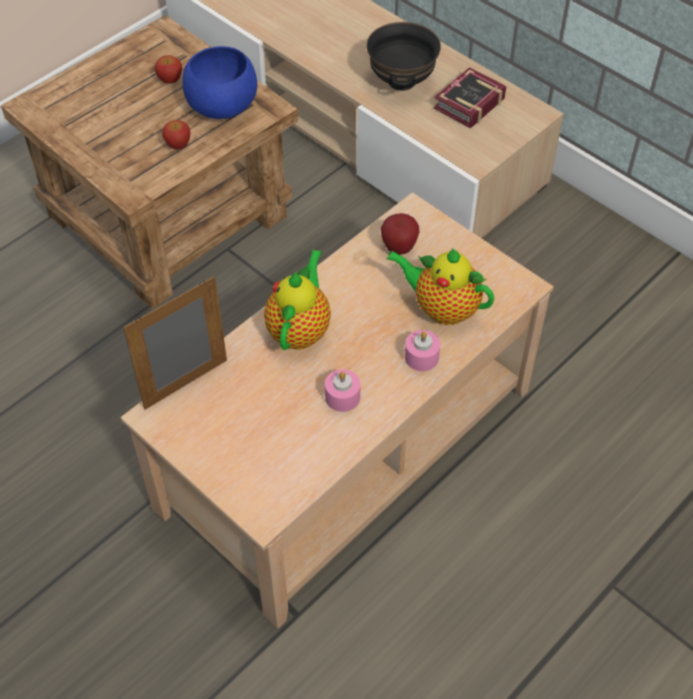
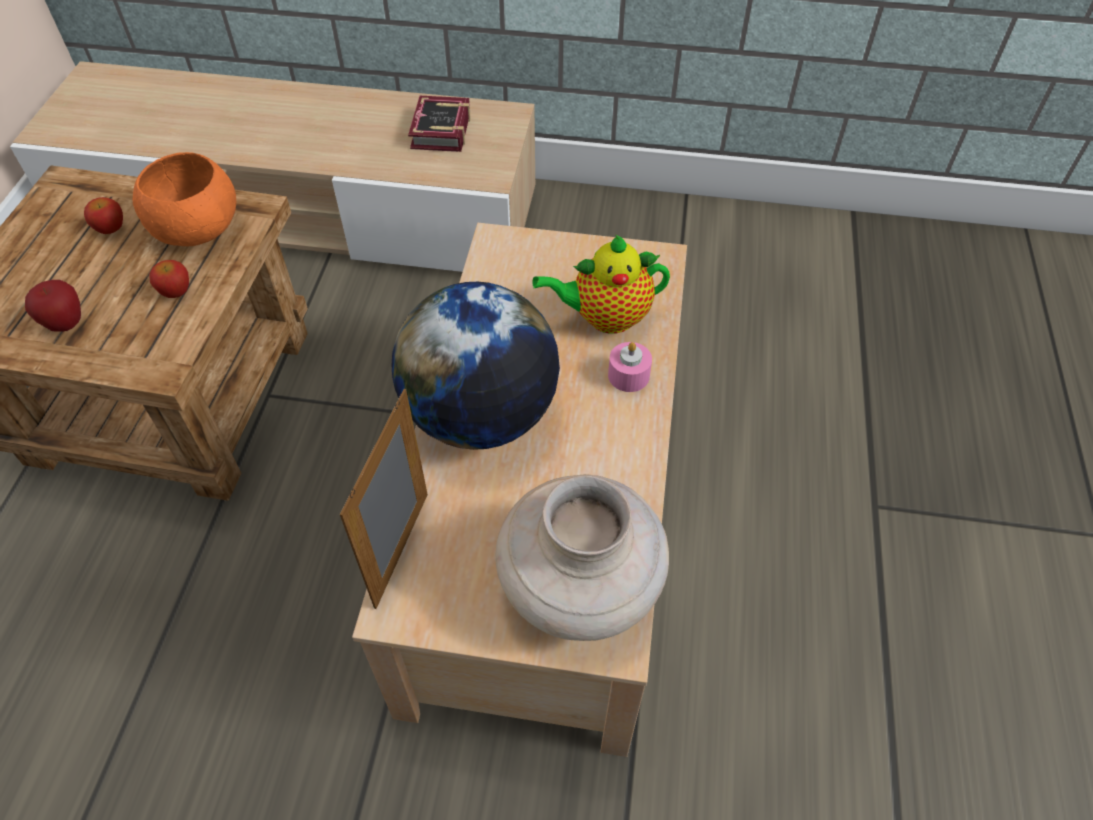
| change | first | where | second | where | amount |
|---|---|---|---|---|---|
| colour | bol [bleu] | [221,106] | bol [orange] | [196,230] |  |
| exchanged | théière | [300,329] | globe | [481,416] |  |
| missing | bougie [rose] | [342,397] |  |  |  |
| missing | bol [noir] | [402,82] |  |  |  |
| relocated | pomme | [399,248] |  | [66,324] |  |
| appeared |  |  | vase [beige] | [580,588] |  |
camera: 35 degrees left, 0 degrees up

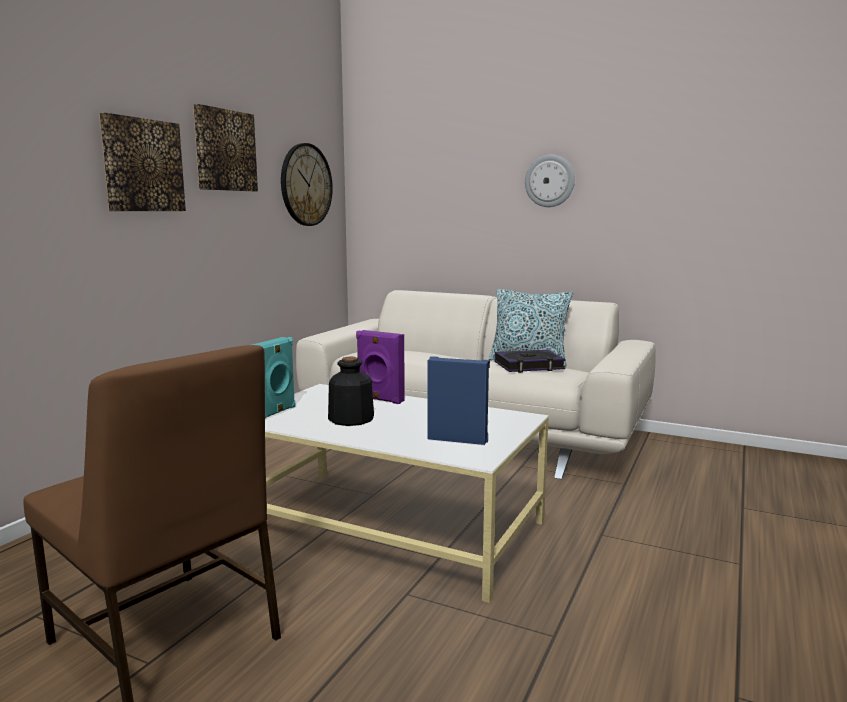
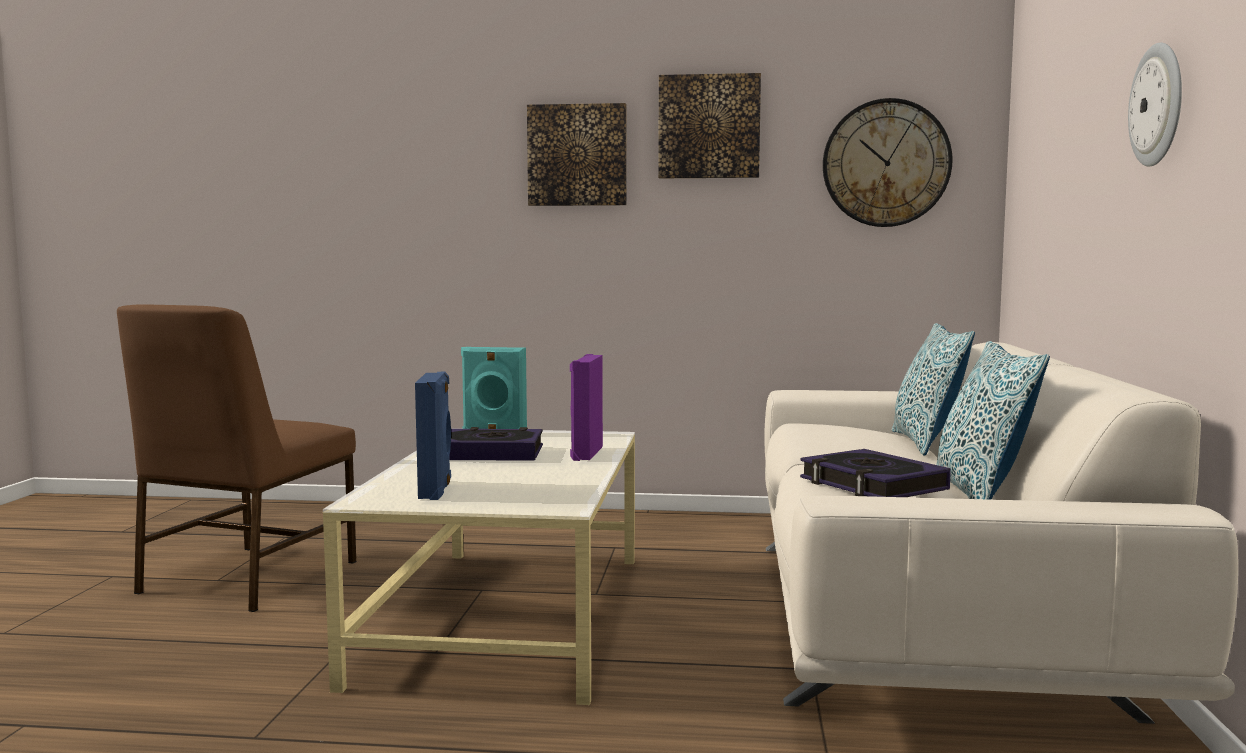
| change | first | where | second | where | amount |
|---|---|---|---|---|---|
| exchanged | bouteille | [350,419] | livre | [490,453] |  |
| appeared |  |  | coussin | [926,443] |  |
camera: 70 degrees right, 5 degrees down

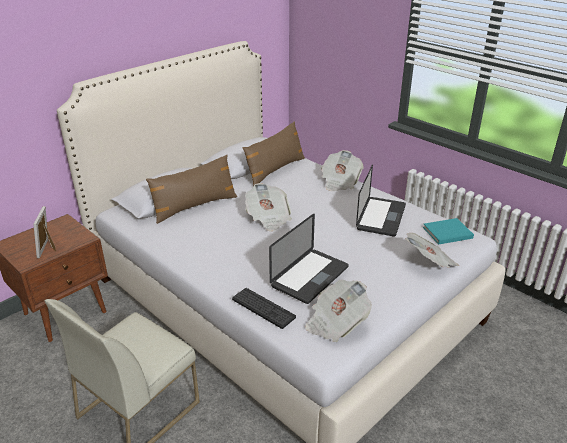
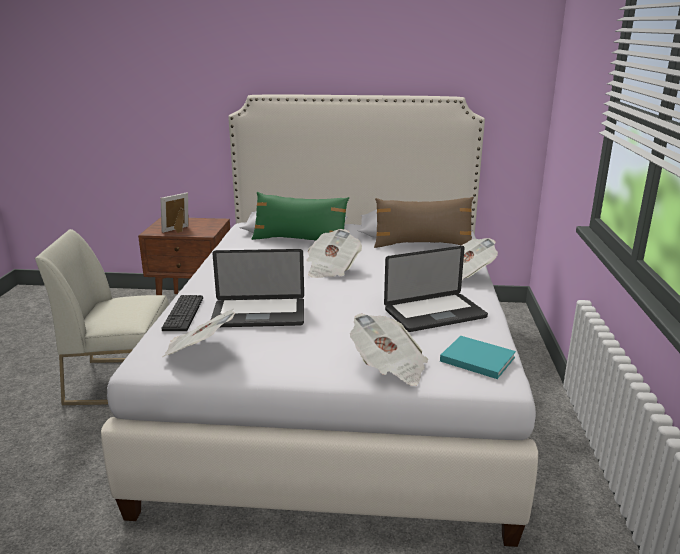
| change | first | where | second | where | amount |
|---|---|---|---|---|---|
| colour | coussin [marron] | [194,206] | coussin [vert] | [300,241] |  |
camera: 50 degrees right, 10 degrees down

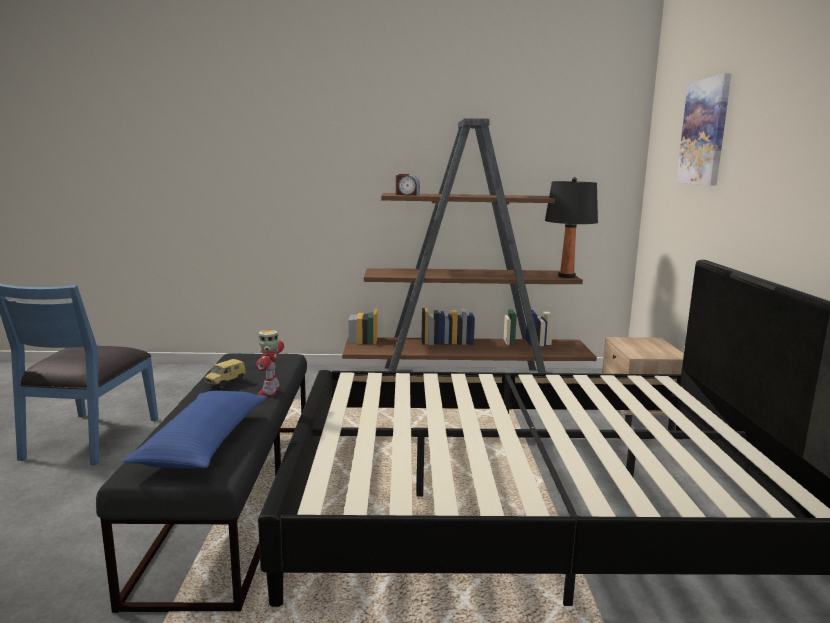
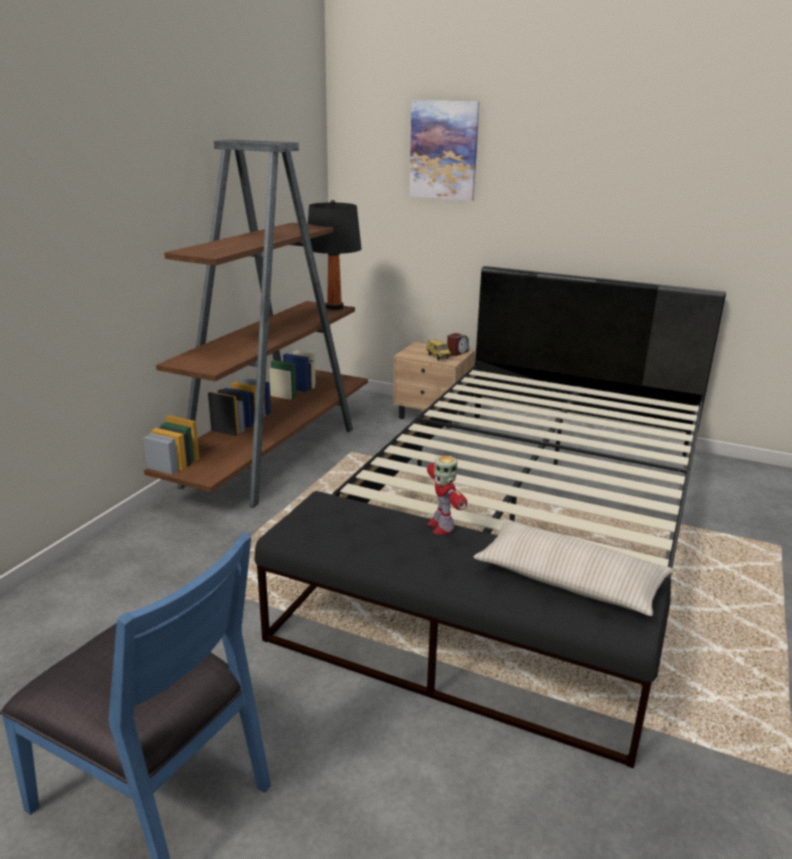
| change | first | where | second | where | amount |
|---|---|---|---|---|---|
| colour | coussin [bleu] | [204,443] | coussin [beige] | [569,580] |  |
| relocated | petite voiture | [226,383] |  | [439,357] |  |
| spun | robot jouet | [270,391] |  | [441,526] | 45 degrees clockwise |
| relocated | réveil | [407,195] |  | [457,352] |  |
camera: 65 degrees left, 10 degrees up

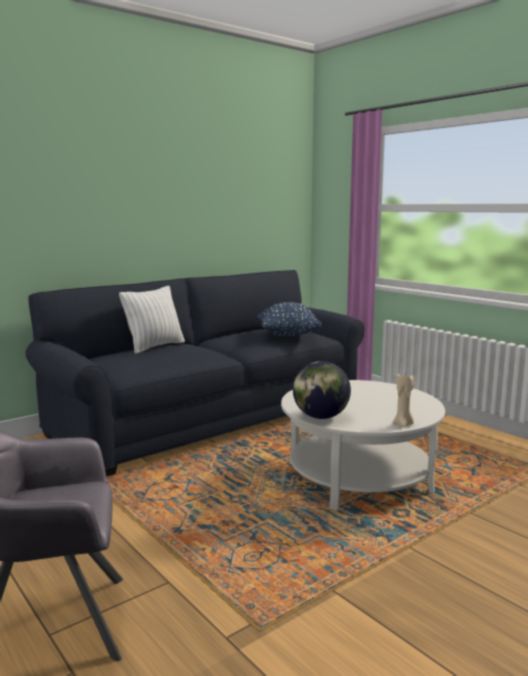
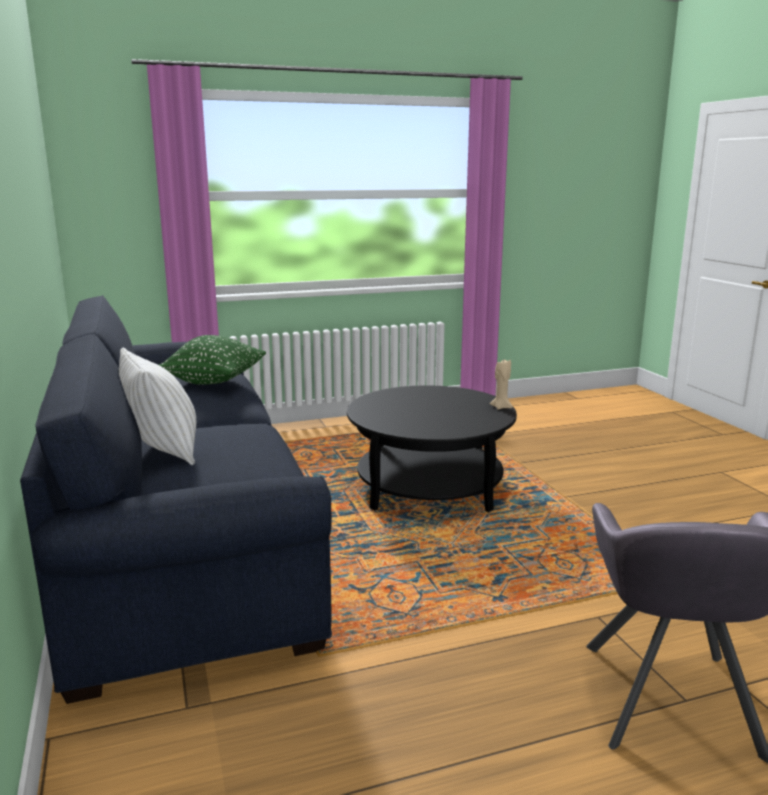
| change | first | where | second | where | amount |
|---|---|---|---|---|---|
| colour | coussin [bleu] | [288,336] | coussin [vert] | [215,381] |  |
| colour | table basse [blanc] | [358,477] | table basse [noir] | [429,486] |  |
| missing | globe | [320,417] |  |  |  |
camera: 70 degrees left, 5 degrees up

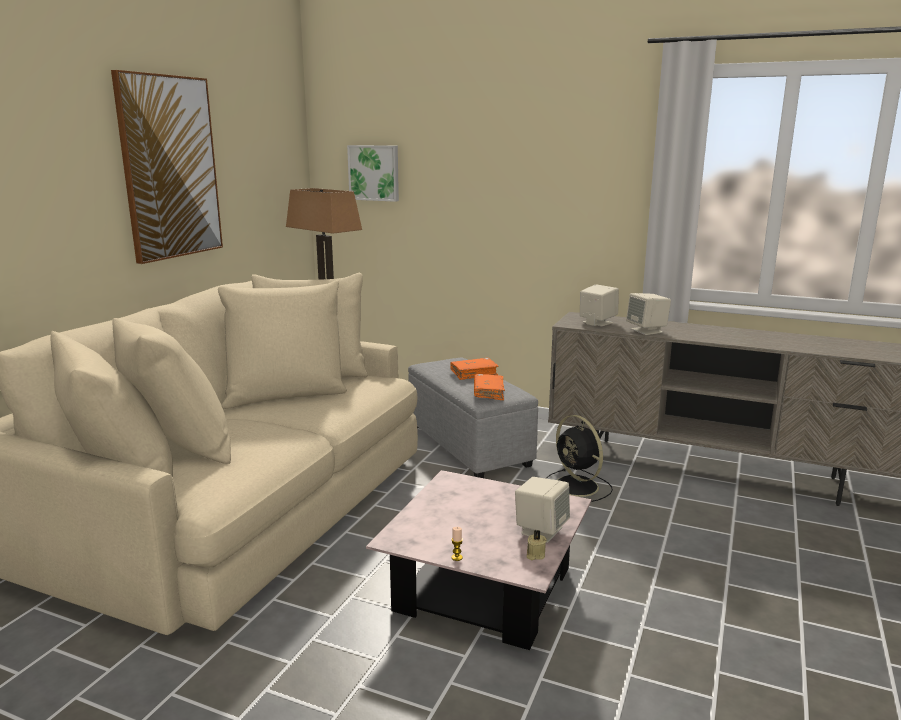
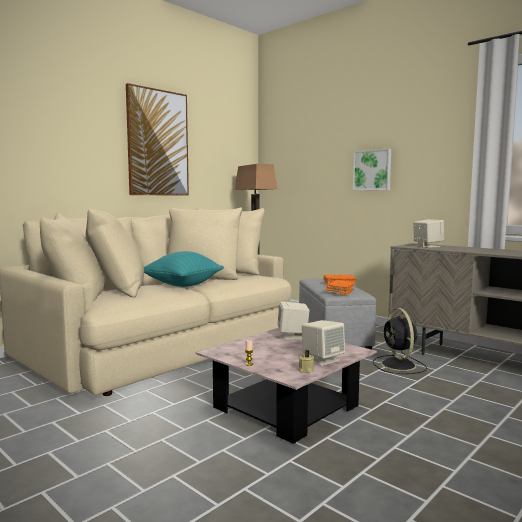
| change | first | where | second | where | amount |
|---|---|---|---|---|---|
| relocated | tableau | [374,173] |  | [372,170] |  |
| relocated | enceinte [beige] | [647,331] |  | [293,336] |  |
| appeared |  |  | coussin [turquoise] | [182,285] |  |
camera: 20 degrees right, 10 degrees down

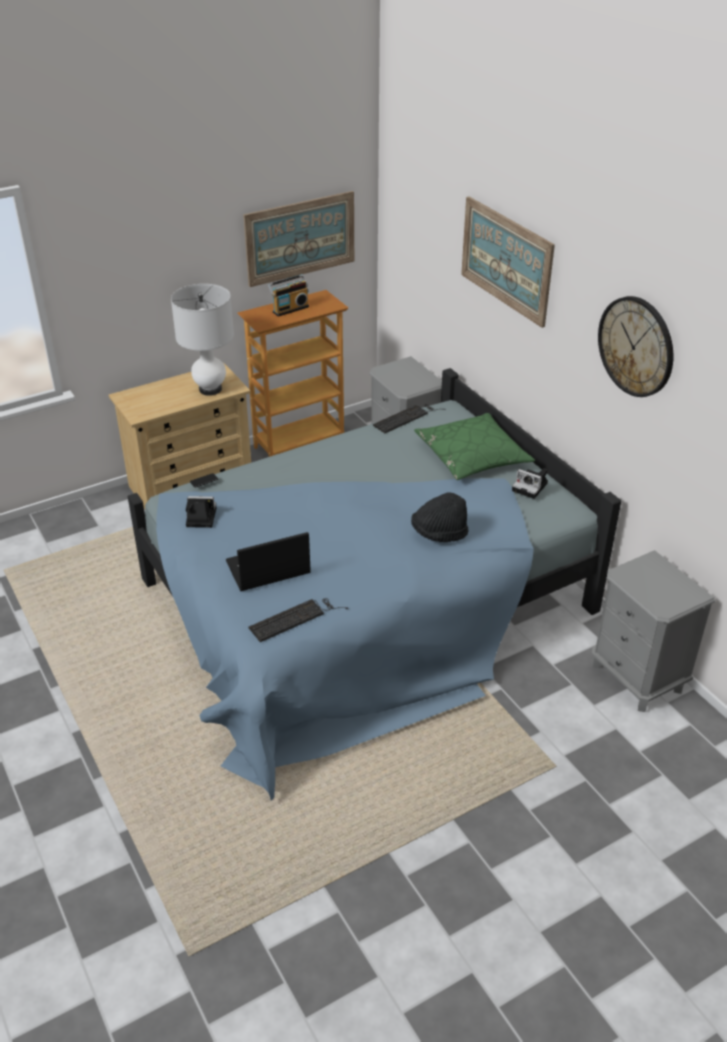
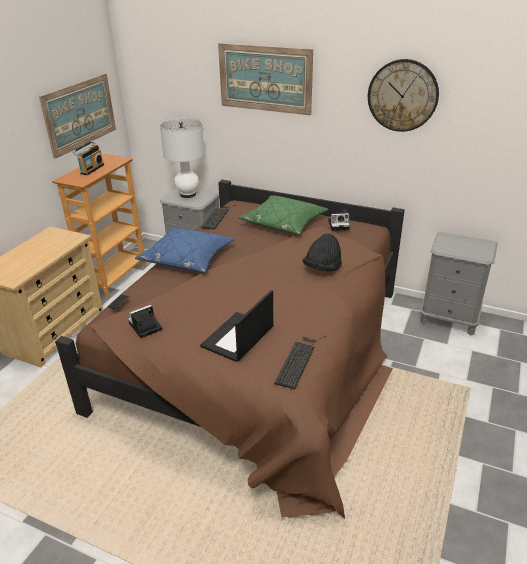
| change | first | where | second | where | amount |
|---|---|---|---|---|---|
| colour | lit [bleu] | [364,607] | lit [marron] | [261,354] |  |
| relocated | lampe de table [blanc] | [210,389] |  | [188,194] |  |
| appeared |  |  | coussin [bleu] | [187,258] |  |
camera: 35 degrees left, 5 degrees down

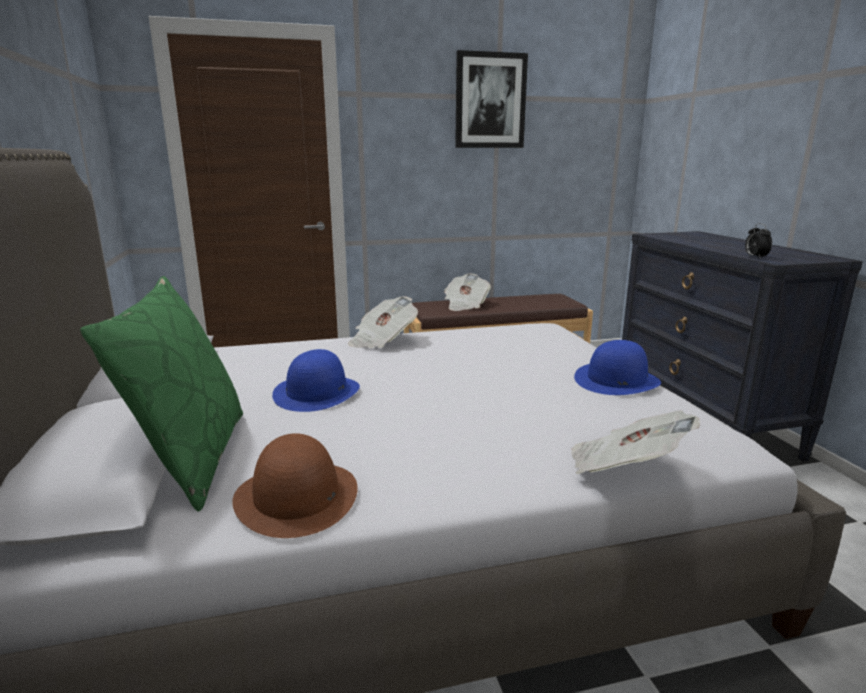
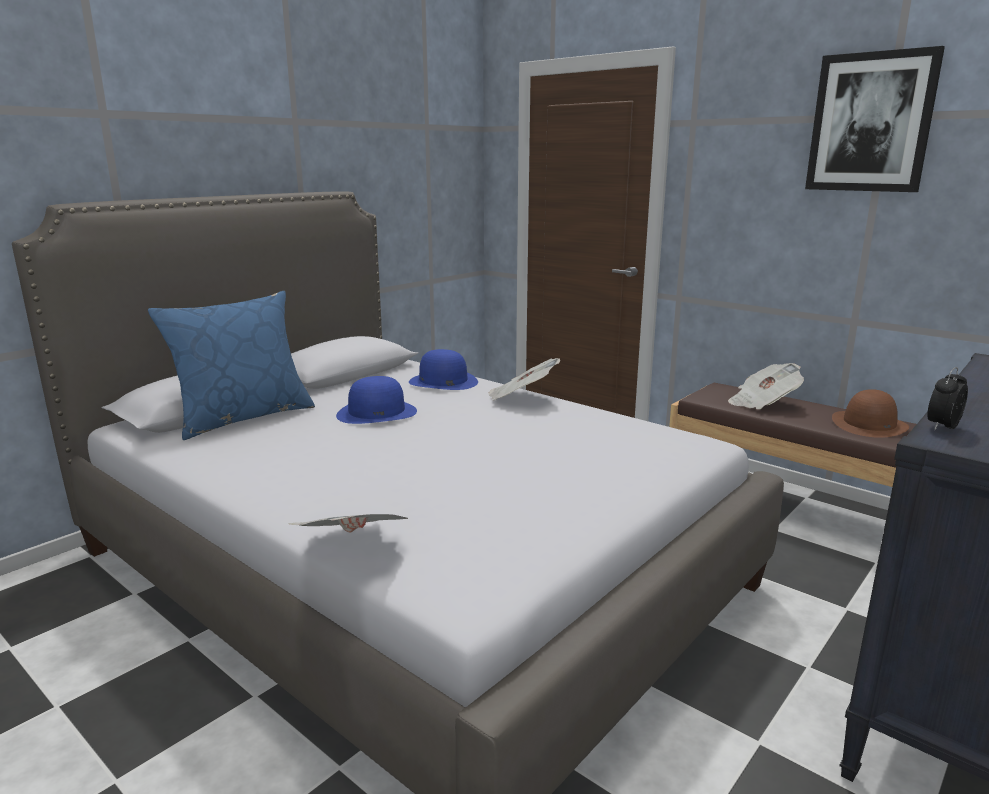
| change | first | where | second | where | amount |
|---|---|---|---|---|---|
| colour | coussin [vert] | [191,458] | coussin [bleu] | [243,417] |  |
| relocated | chapeau [marron] | [297,497] |  | [869,424] |  |
| relocated | chapeau [bleu] | [616,380] |  | [443,381] |  |
camera: 55 degrees right, 0 degrees up

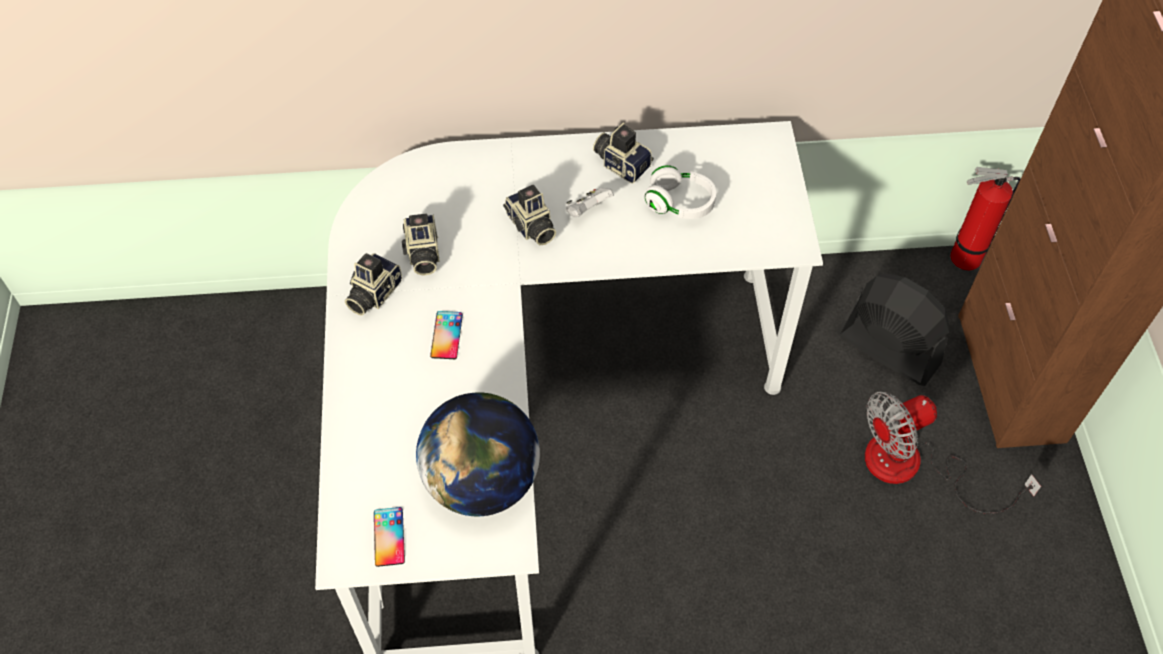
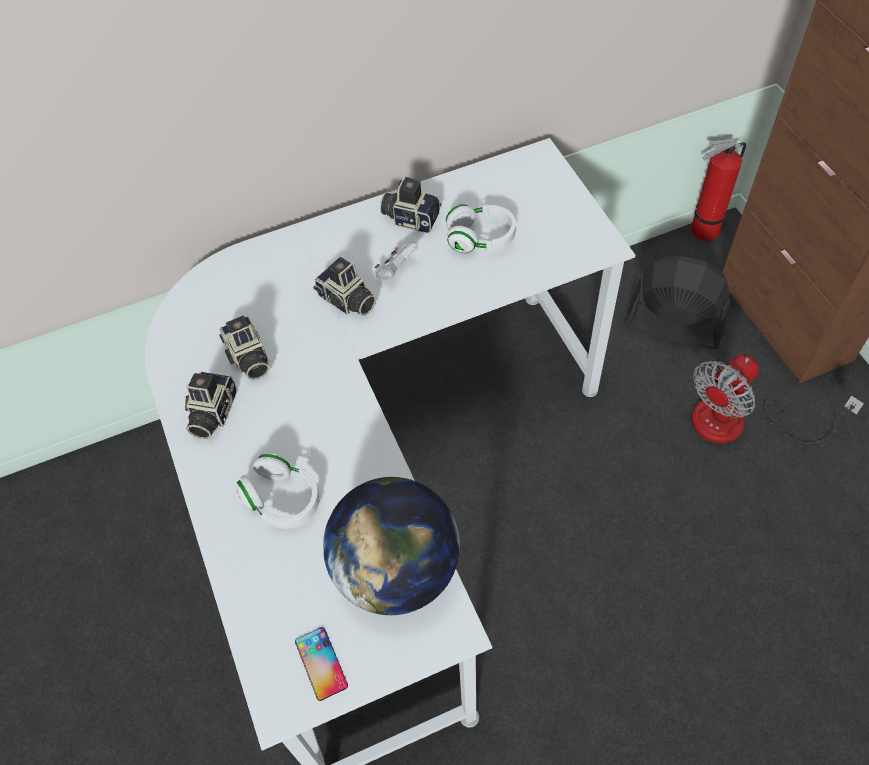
| change | first | where | second | where | amount |
|---|---|---|---|---|---|
| missing | téléphone | [446,335] |  |  |  |
| appeared |  |  | casque audio [blanc] | [282,500] |  |
camera: 15 degrees left, 0 degrees up

